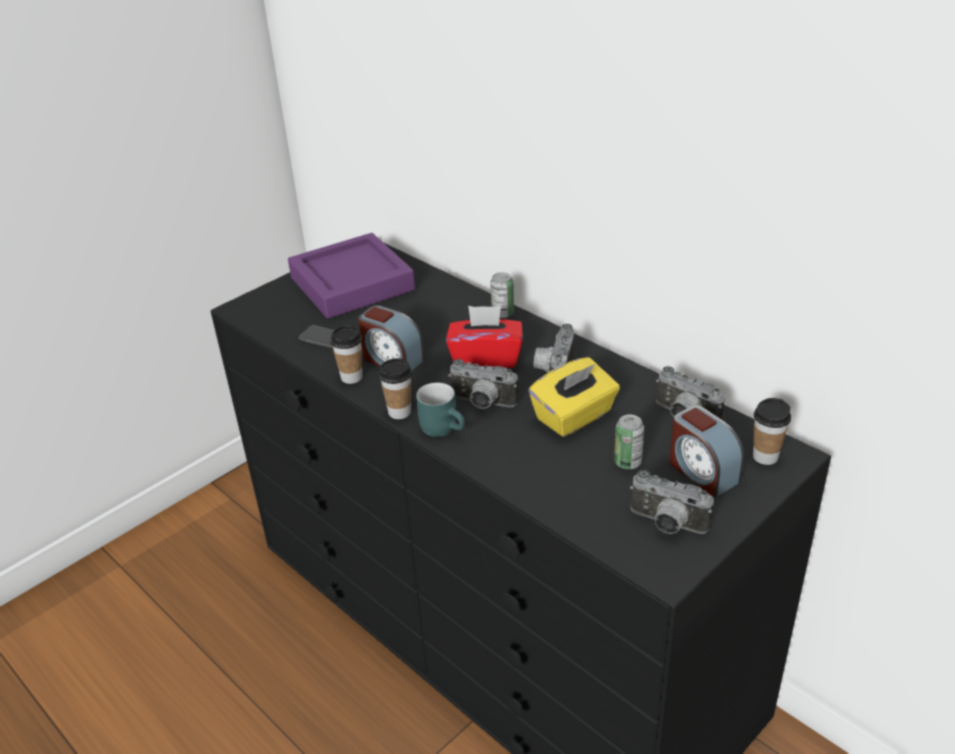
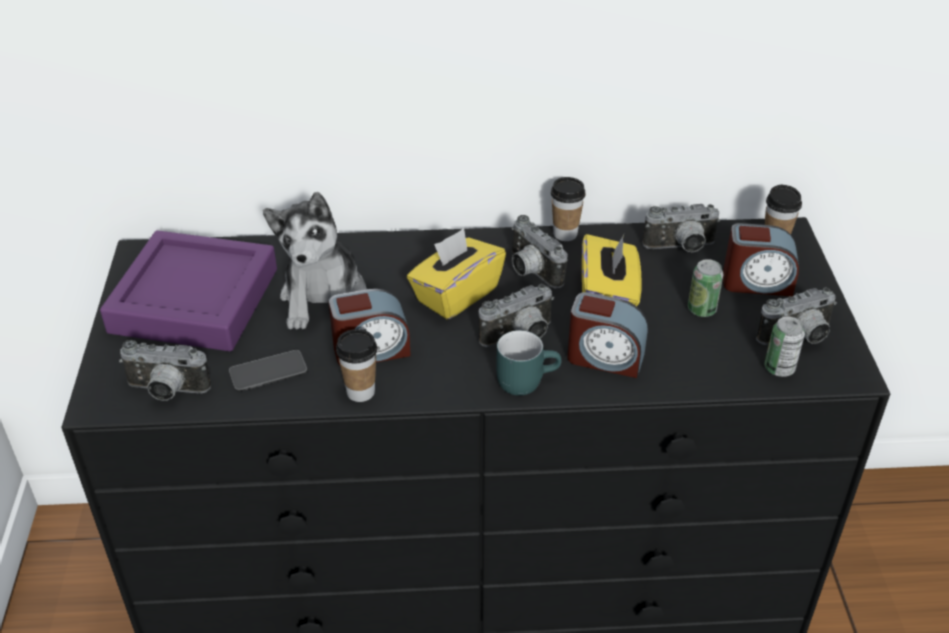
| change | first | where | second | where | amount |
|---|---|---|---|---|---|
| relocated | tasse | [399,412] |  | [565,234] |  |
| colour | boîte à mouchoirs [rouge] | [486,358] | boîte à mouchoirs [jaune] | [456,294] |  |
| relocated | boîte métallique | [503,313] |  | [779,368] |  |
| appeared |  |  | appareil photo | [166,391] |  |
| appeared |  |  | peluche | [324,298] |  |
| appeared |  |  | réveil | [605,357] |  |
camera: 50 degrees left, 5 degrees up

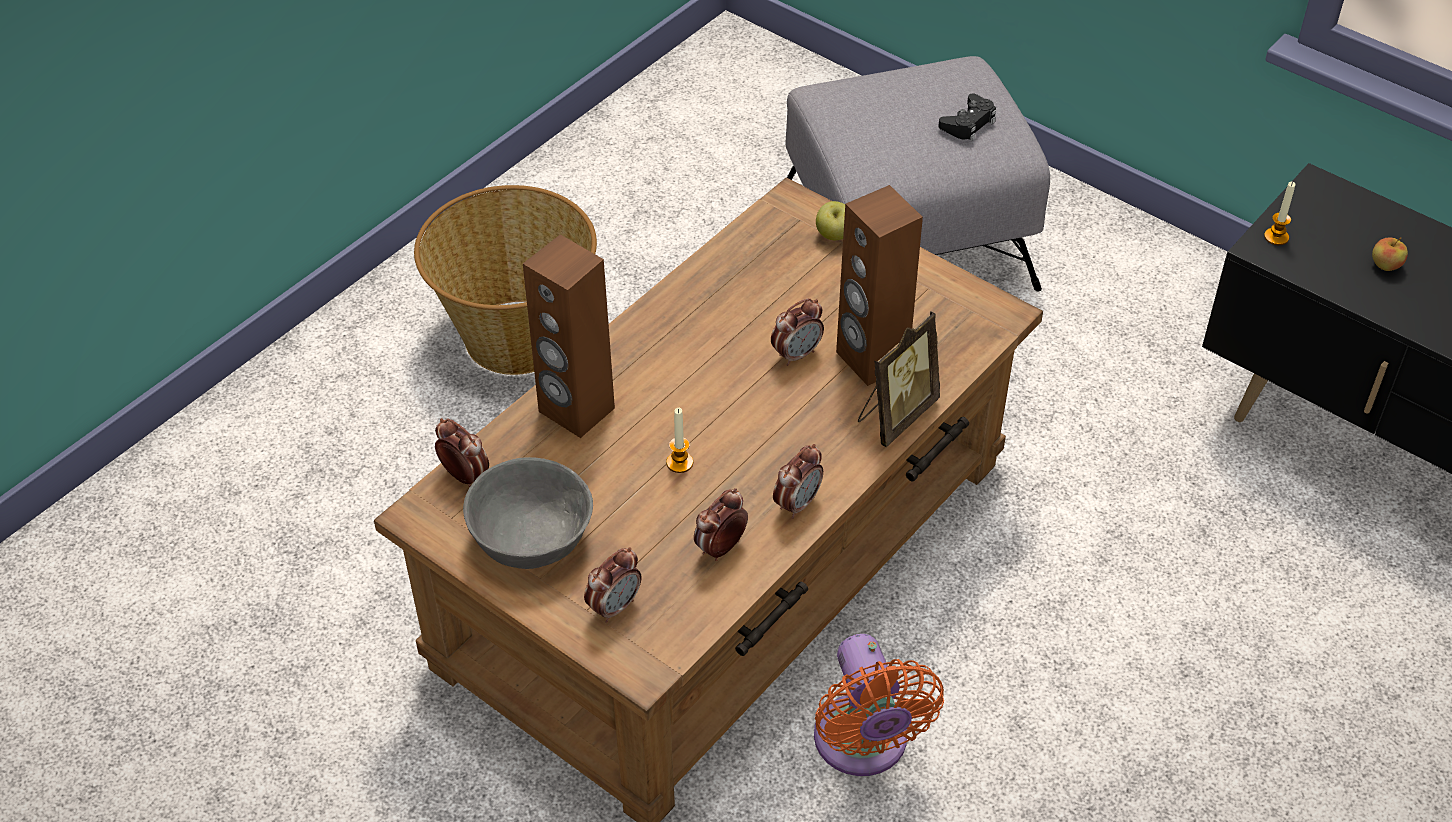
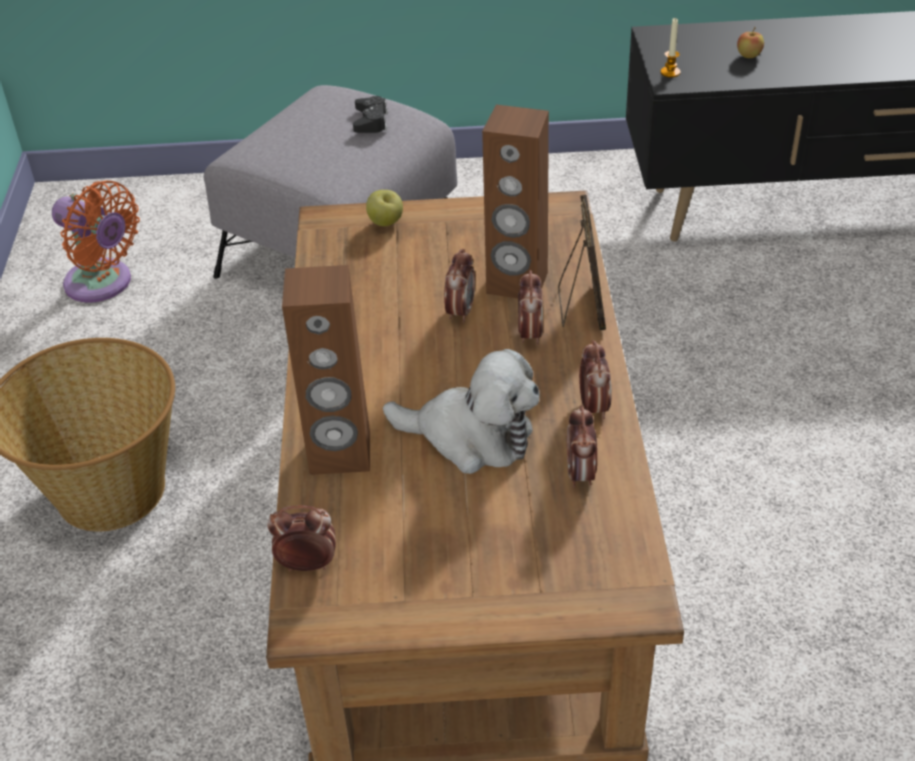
| change | first | where | second | where | amount |
|---|---|---|---|---|---|
| missing | bol [gris] | [531,537] |  |  |  |
| relocated | réveil | [614,607] |  | [530,334] |  |
| exchanged | bougie | [679,463] | peluche | [471,437] |  |
| relocated | ventilateur [orange] | [863,745] |  | [103,284] |  |
camera: 40 degrees left, 5 degrees down

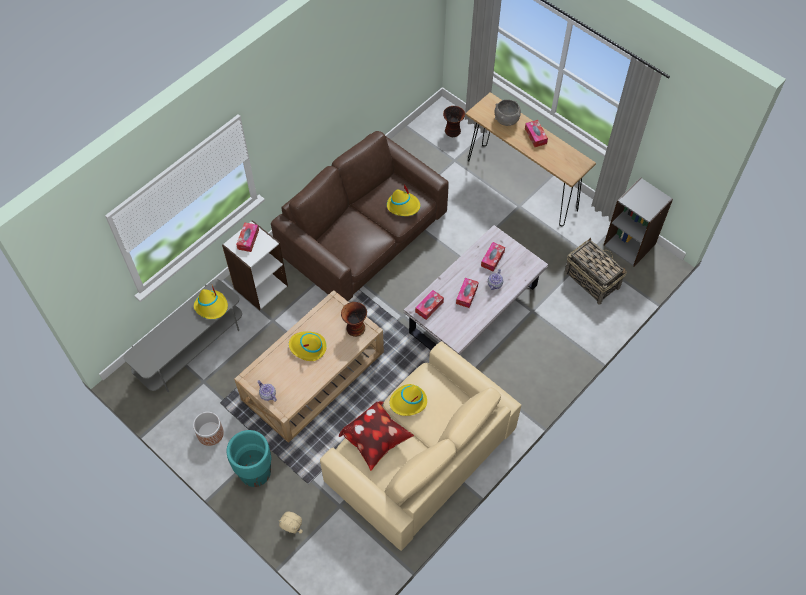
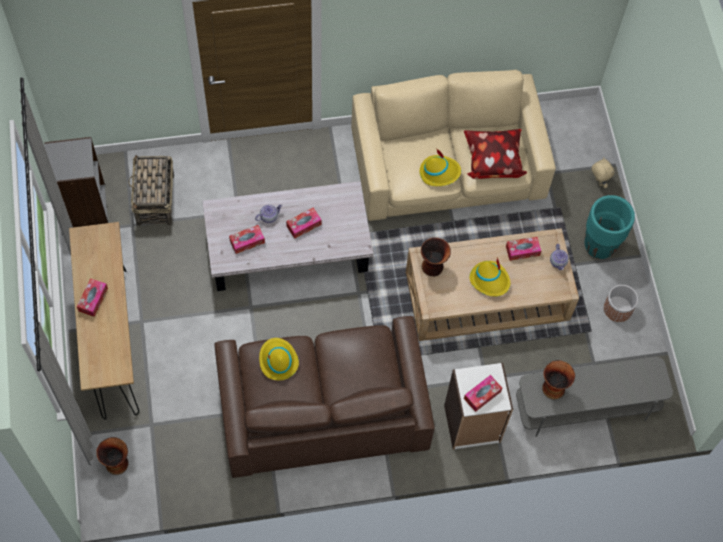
| change | first | where | second | where | amount |
|---|---|---|---|---|---|
| exchanged | chapeau [jaune] | [212,306] | vase | [553,387] |  |
| relocated | boîte à mouchoirs | [429,307] |  | [522,251] |  |
| missing | bol [gris] | [506,120] |  |  |  |
camera: 145 degrees left, 5 degrees up

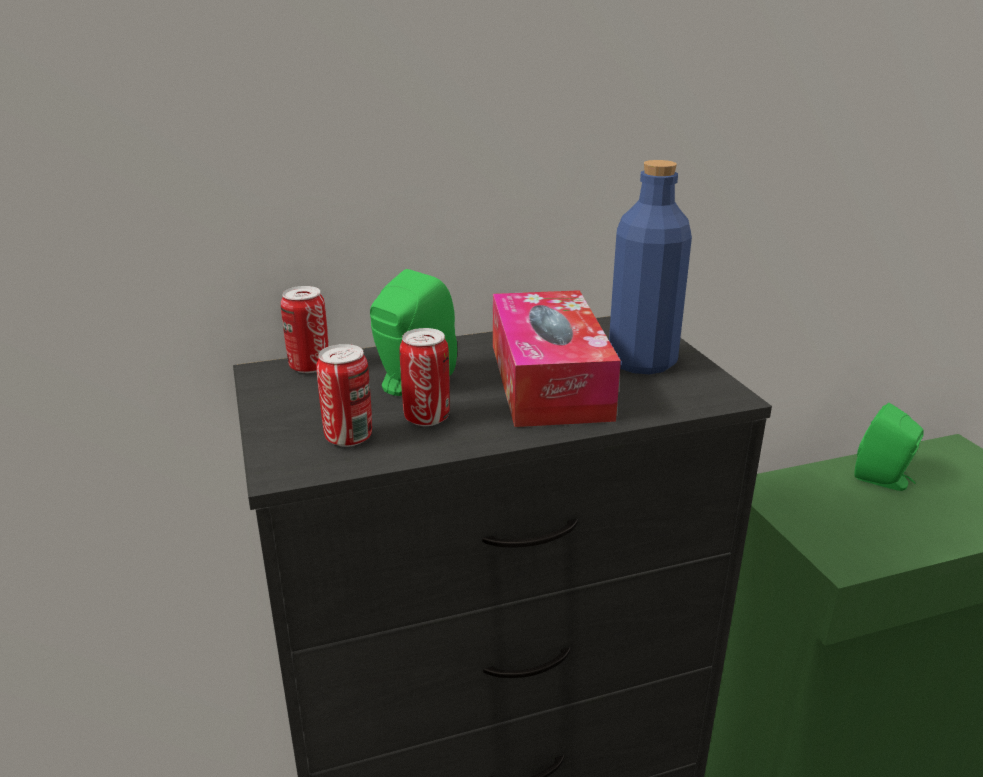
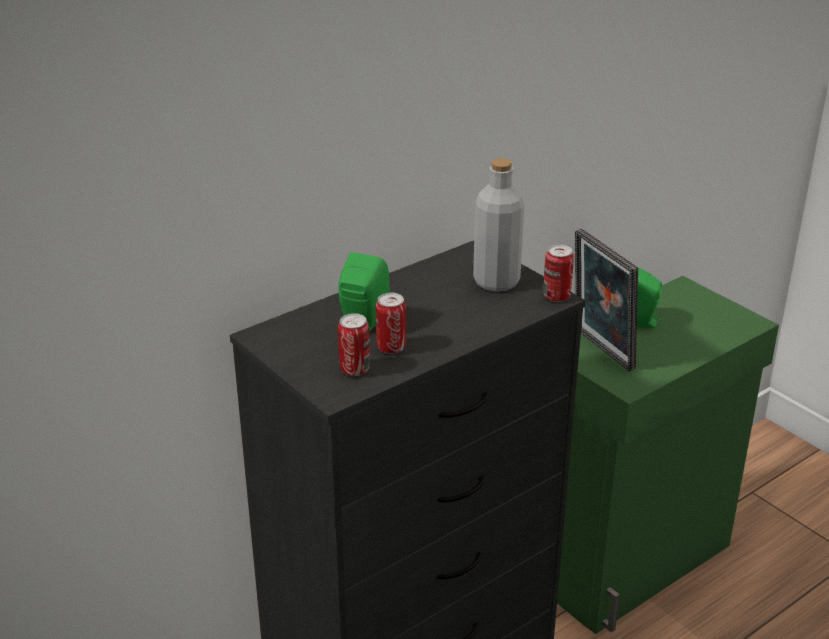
| change | first | where | second | where | amount |
|---|---|---|---|---|---|
| relocated | boîte métallique | [309,366] |  | [556,296] |  |
| missing | boîte à mouchoirs | [548,380] |  |  |  |
| colour | bouteille [bleu] | [642,361] | bouteille [gris] | [496,282] |  |
| appeared |  |  | cadre photo | [600,350] |  |
camera: 20 degrees left, 5 degrees up

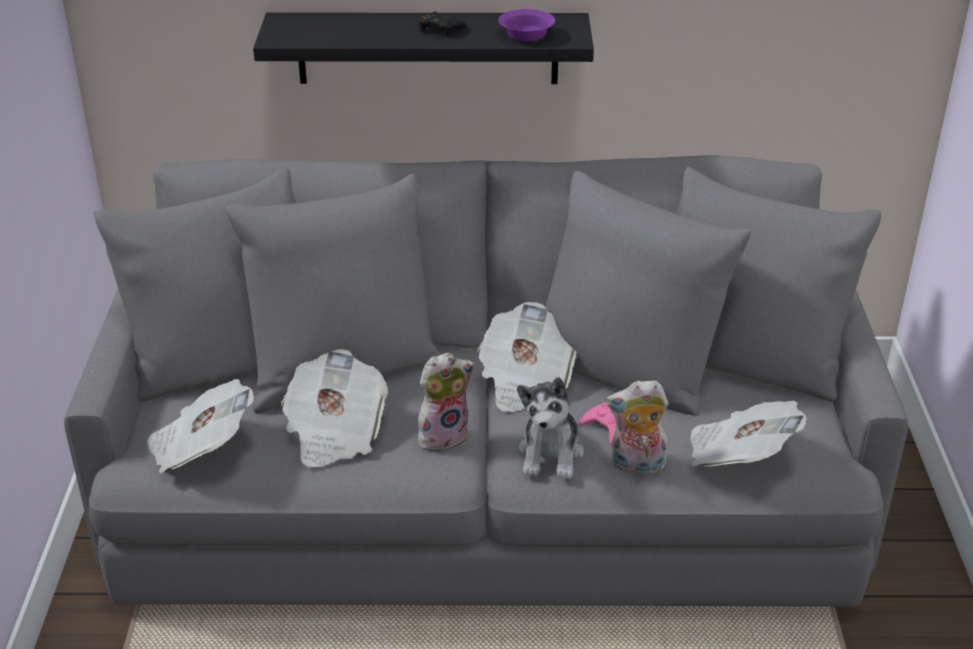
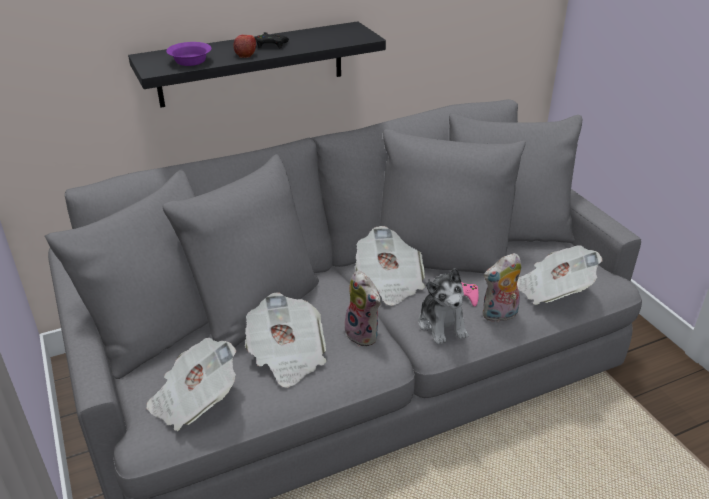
| change | first | where | second | where | amount |
|---|---|---|---|---|---|
| spun | peluche | [443,435] |  | [364,334] | 105 degrees clockwise |
| relocated | bol [violet] | [525,35] |  | [189,61] |  |
| appeared |  |  | pomme | [245,54] |  |
camera: 25 degrees left, 0 degrees up

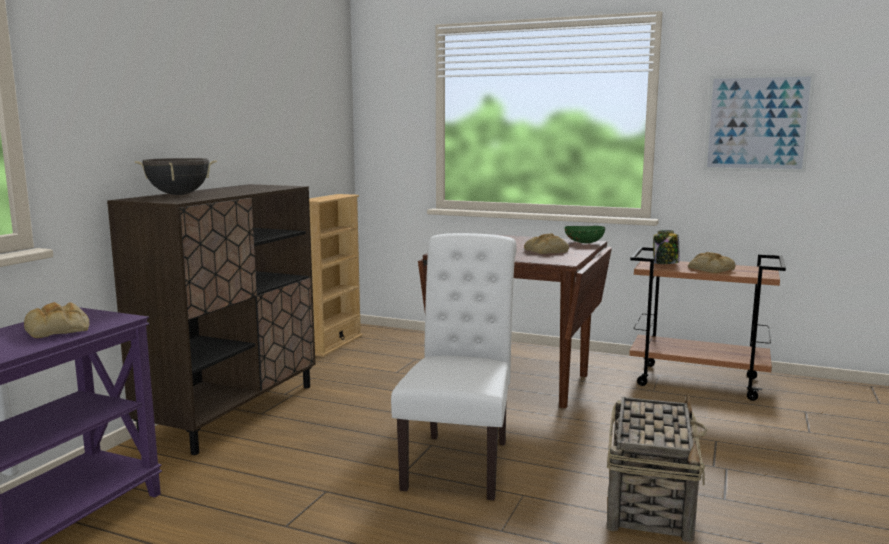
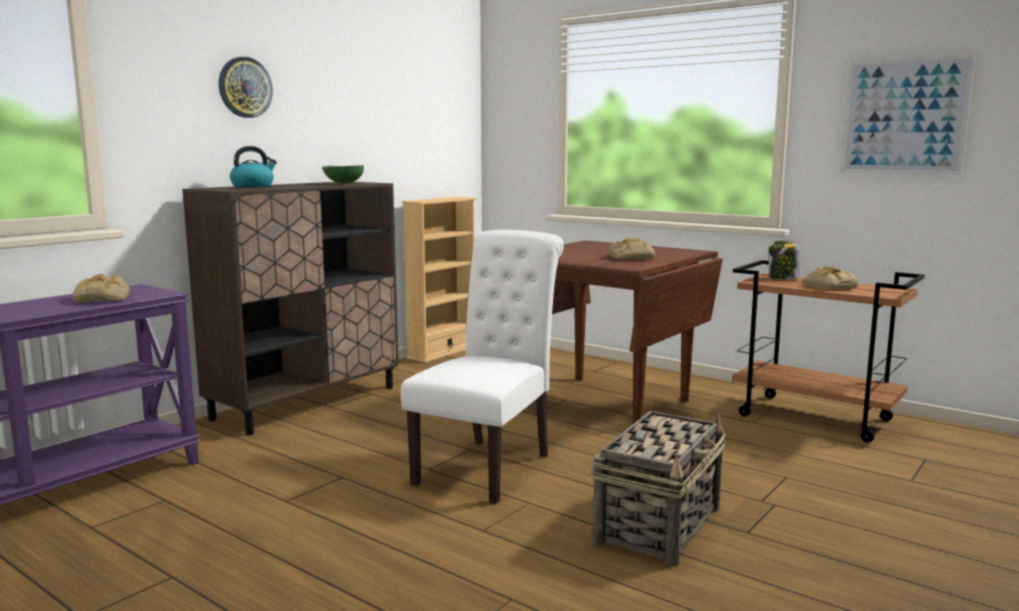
| change | first | where | second | where | amount |
|---|---|---|---|---|---|
| exchanged | marmite [noir] | [178,195] | bouilloire | [253,186] |  |
| relocated | bol [vert] | [583,243] |  | [343,183] |  |
| appeared |  |  | horloge murale | [245,87] |  |
camera: 15 degrees right, 0 degrees up

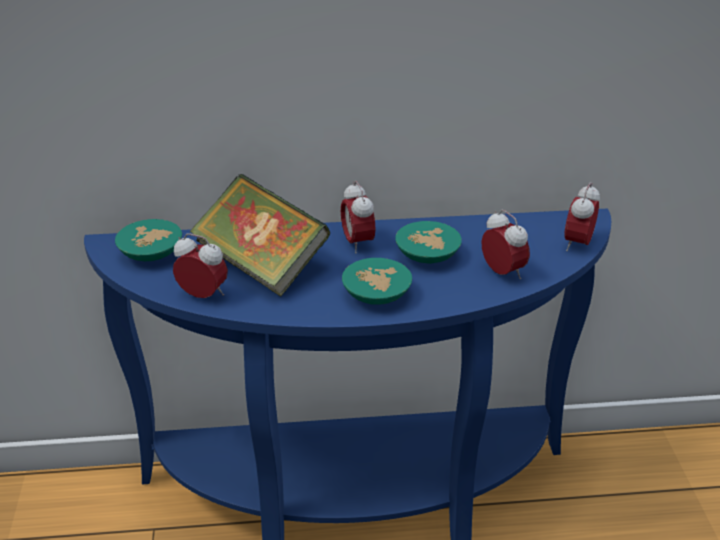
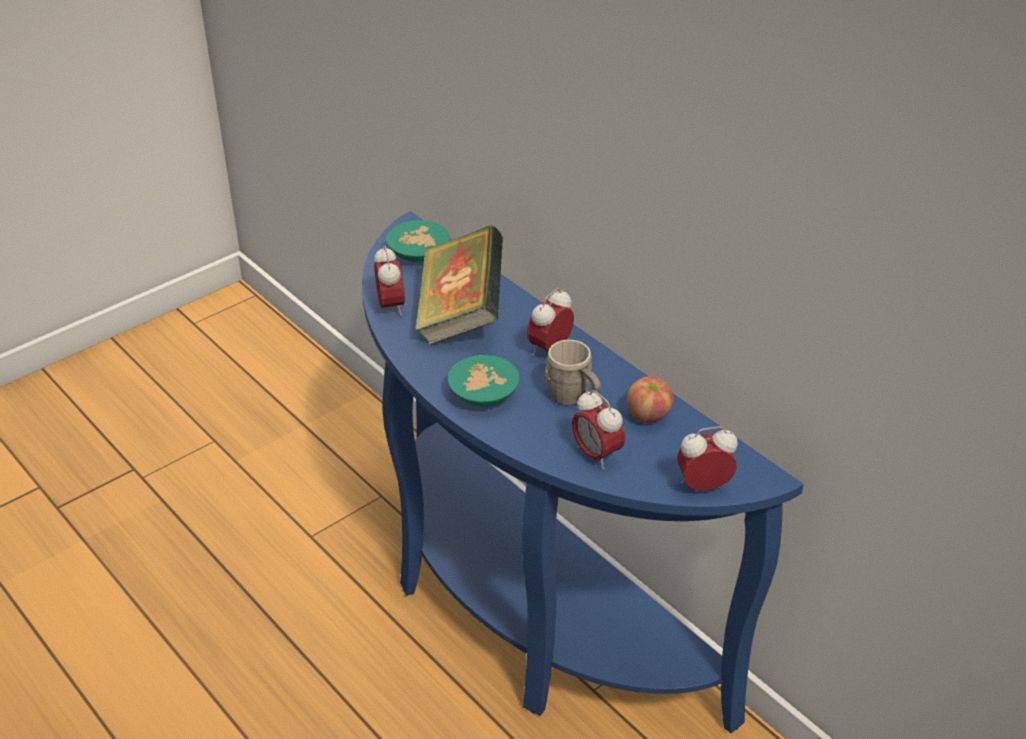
| change | first | where | second | where | amount |
|---|---|---|---|---|---|
| exchanged | bol [turquoise] | [429,256] | mug [gris] | [574,399] |  |
| spun | réveil | [502,273] |  | [596,454] | 120 degrees clockwise |
| appeared |  |  | pomme | [648,415] |  |
camera: 55 degrees right, 5 degrees up

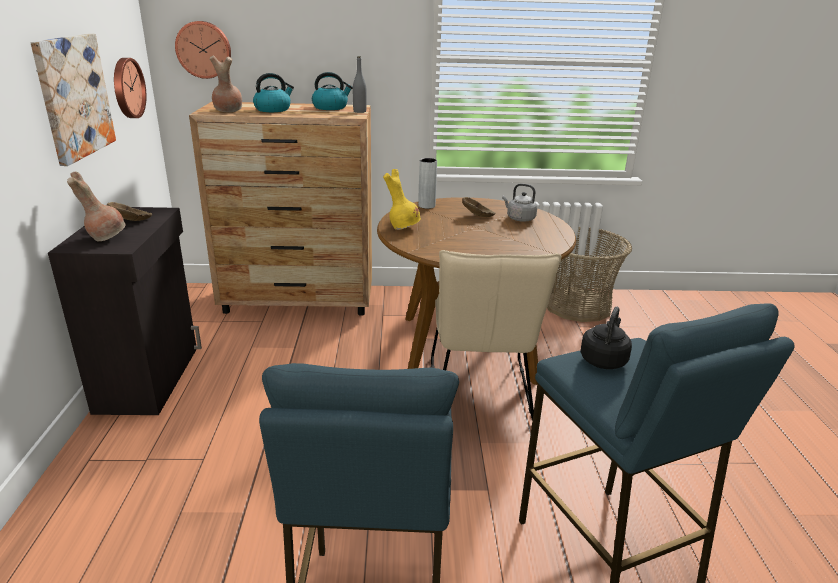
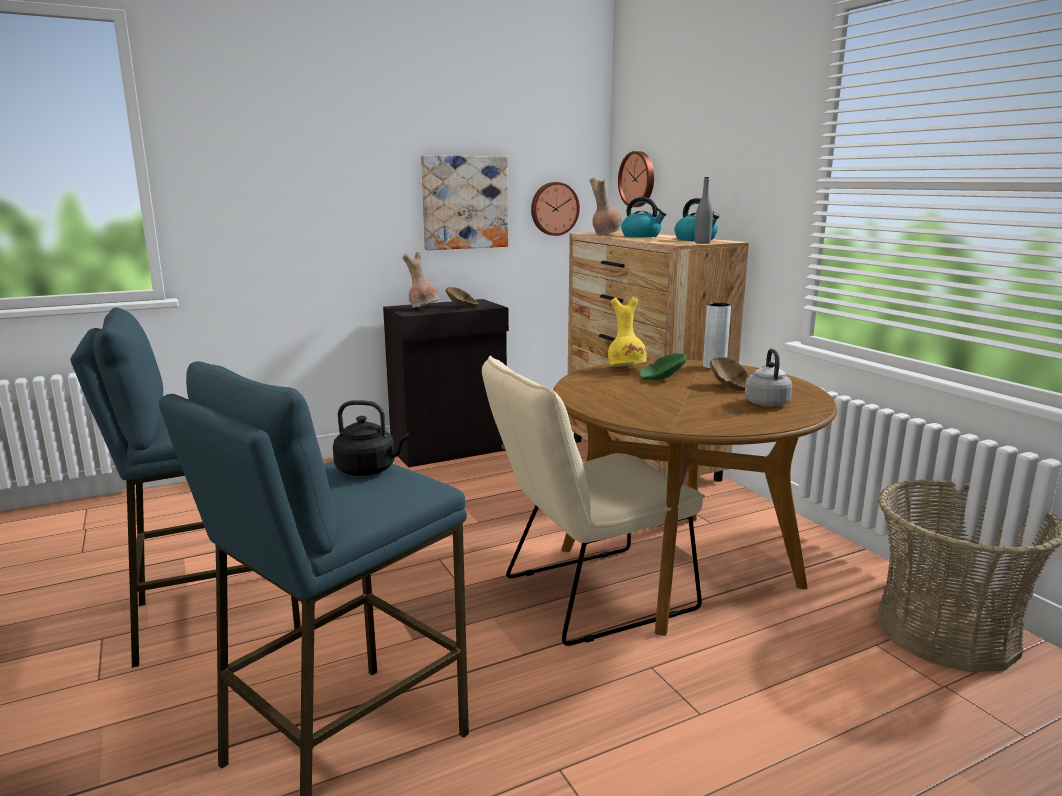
| change | first | where | second | where | amount |
|---|---|---|---|---|---|
| appeared |  |  | bol [vert] | [660,378] |  |
camera: 65 degrees right, 10 degrees down

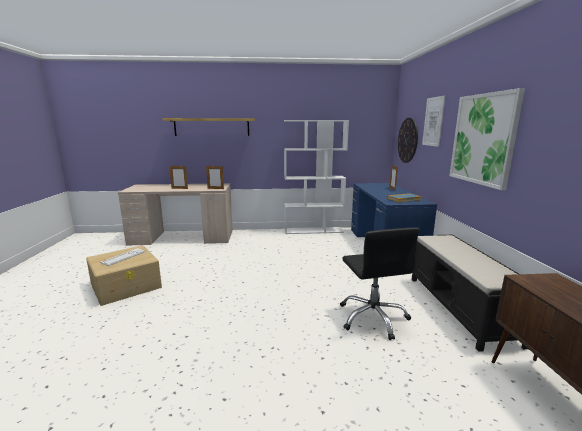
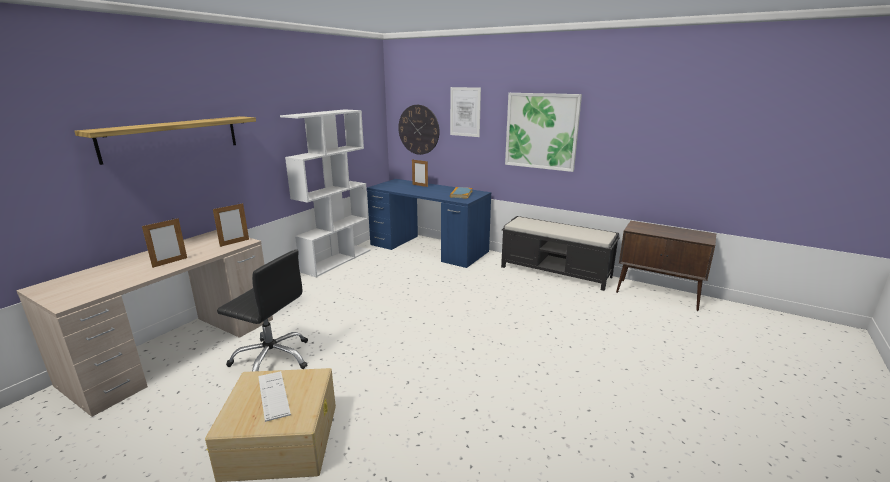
| change | first | where | second | where | amount |
|---|---|---|---|---|---|
| relocated | chaise de bureau [noir] | [373,318] |  | [272,359] |  |
camera: 55 degrees left, 5 degrees up

